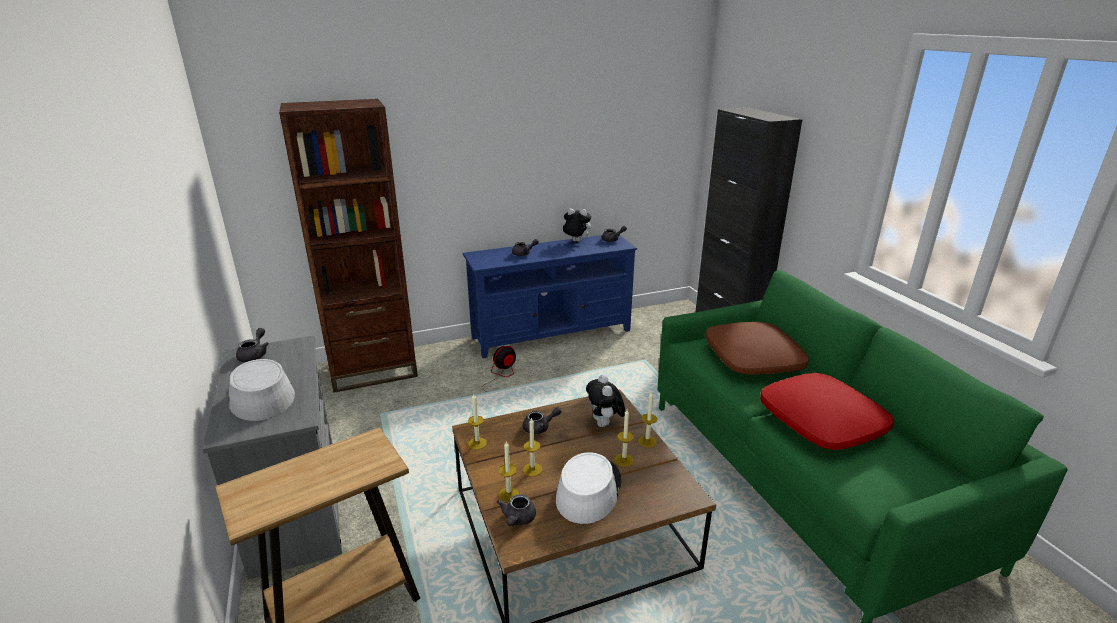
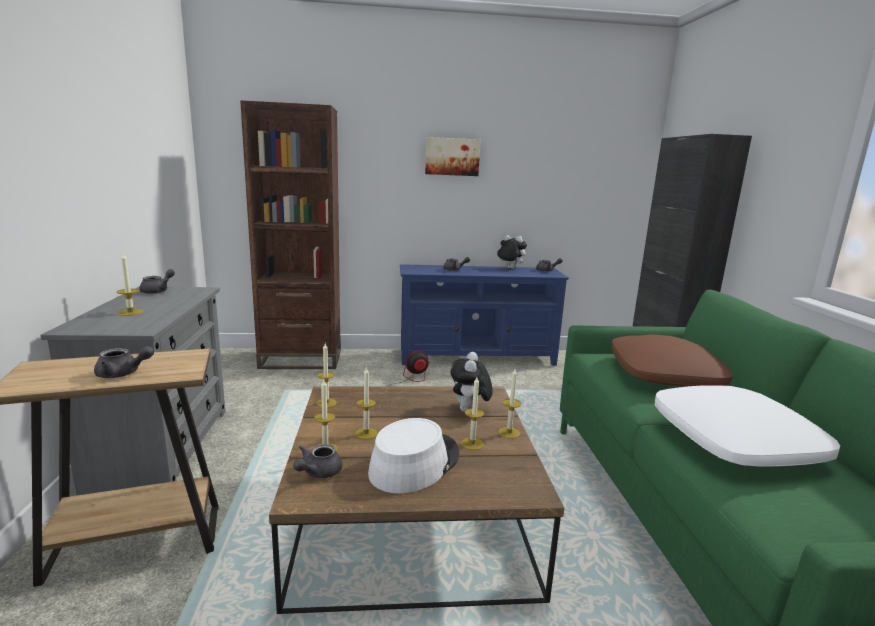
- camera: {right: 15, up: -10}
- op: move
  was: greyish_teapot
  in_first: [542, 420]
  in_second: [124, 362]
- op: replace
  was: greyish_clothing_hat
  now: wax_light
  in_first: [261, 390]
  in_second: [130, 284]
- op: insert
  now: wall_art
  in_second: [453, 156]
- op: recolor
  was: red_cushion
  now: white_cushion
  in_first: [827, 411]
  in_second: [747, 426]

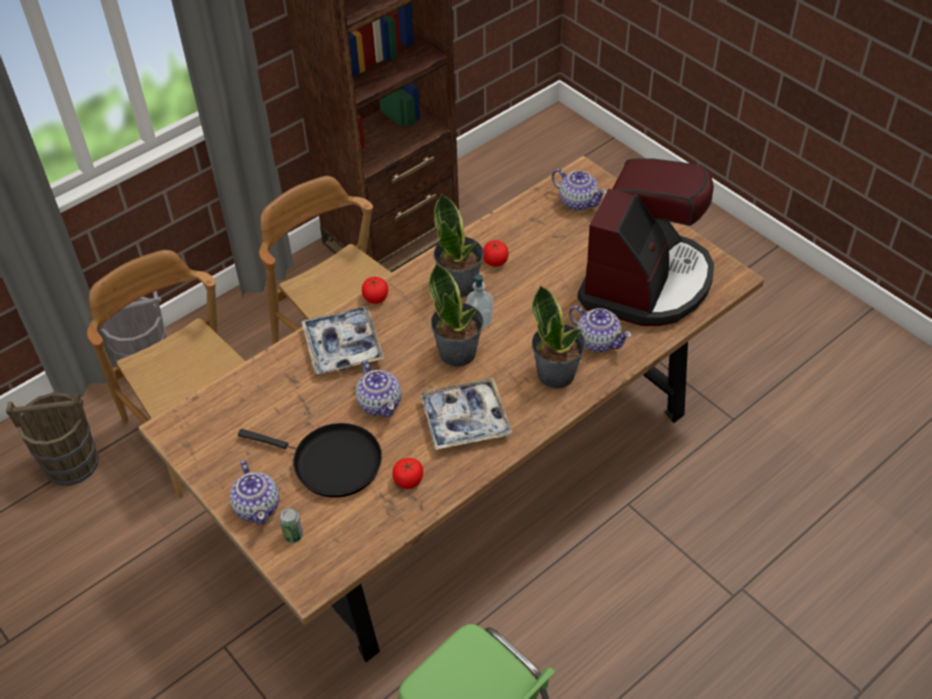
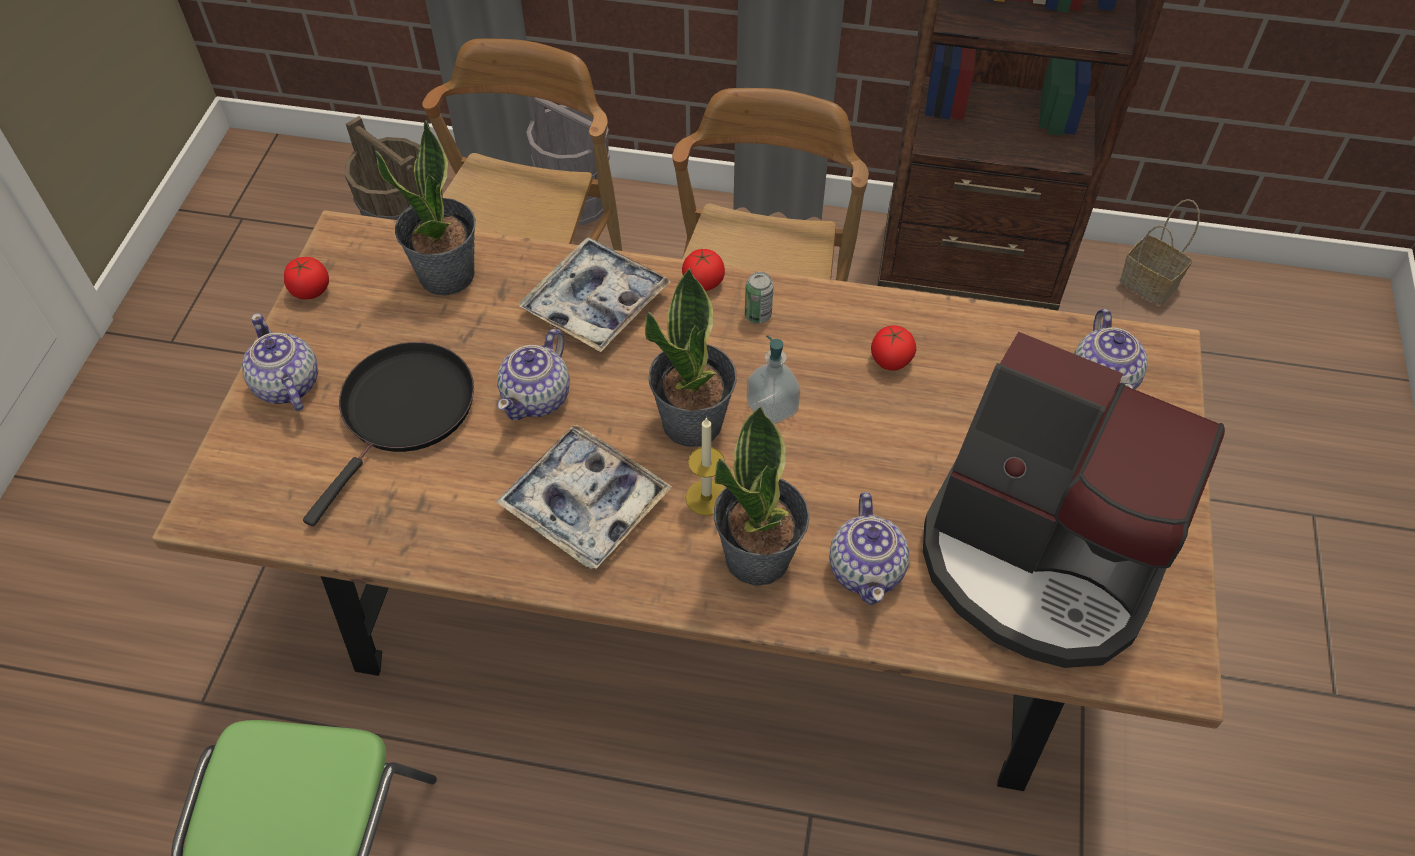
- camera: {right: 50, up: 5}
- op: rotate
  was: teapot
  in_first: [255, 492]
  in_second: [280, 362]
  clockwise: 120
- op: move
  was: fresh_tomato
  in_first: [407, 473]
  in_second: [306, 278]
- op: rotate
  was: black-coloured_frying_pan
  in_first: [310, 460]
  in_second: [388, 434]
  clockwise: -135
- op: move
  was: plant_in_a_pot
  in_first: [458, 245]
  in_second: [425, 208]
- op: insert
  now: wax_light
  in_second: [705, 466]
- op: move
  was: sealed_can
  in_first: [291, 525]
  in_second: [759, 297]
- op: rotate
  was: coffee_maker
  in_first: [646, 242]
  in_second: [1074, 500]
  clockwise: 45
- op: insert
  now: household_basket
  in_second: [1160, 252]

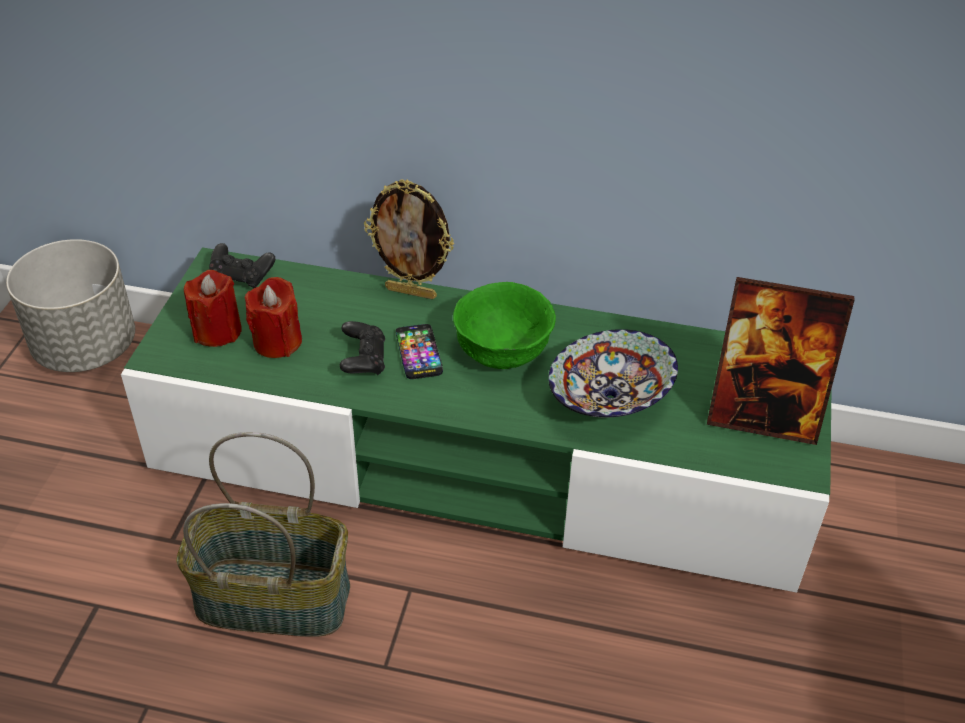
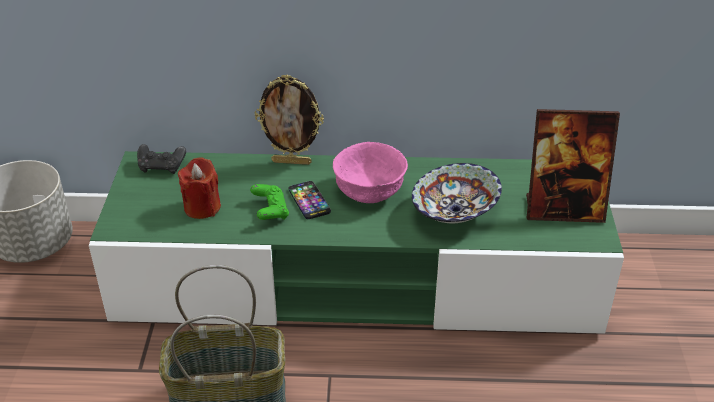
- camera: {right: -10, up: -5}
- op: recolor
  was: black-coloured_game_controller
  now: green-coloured_game_controller
  in_first: [362, 348]
  in_second: [269, 202]
- op: recolor
  was: green-coloured_bowl
  now: pink_bowl
  in_first: [504, 325]
  in_second: [370, 172]
- op: delete
  was: red_wax_light
  in_first: [213, 308]

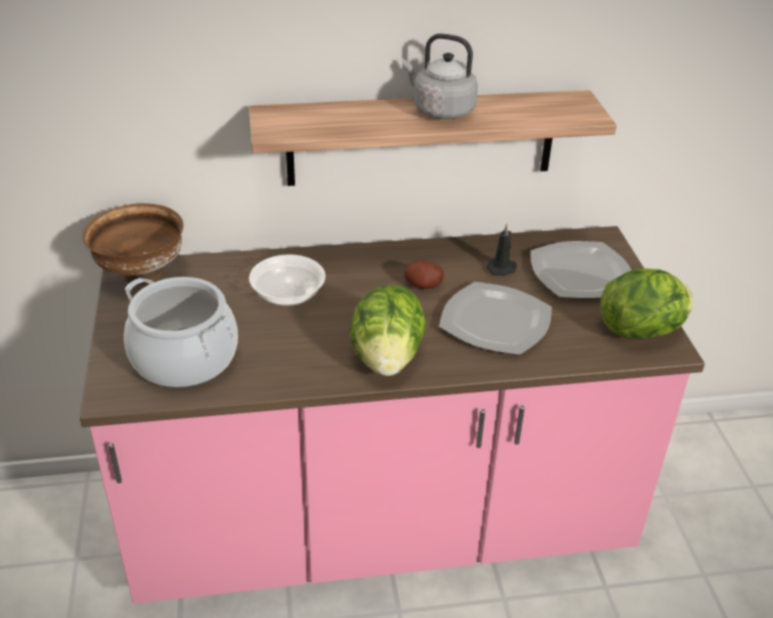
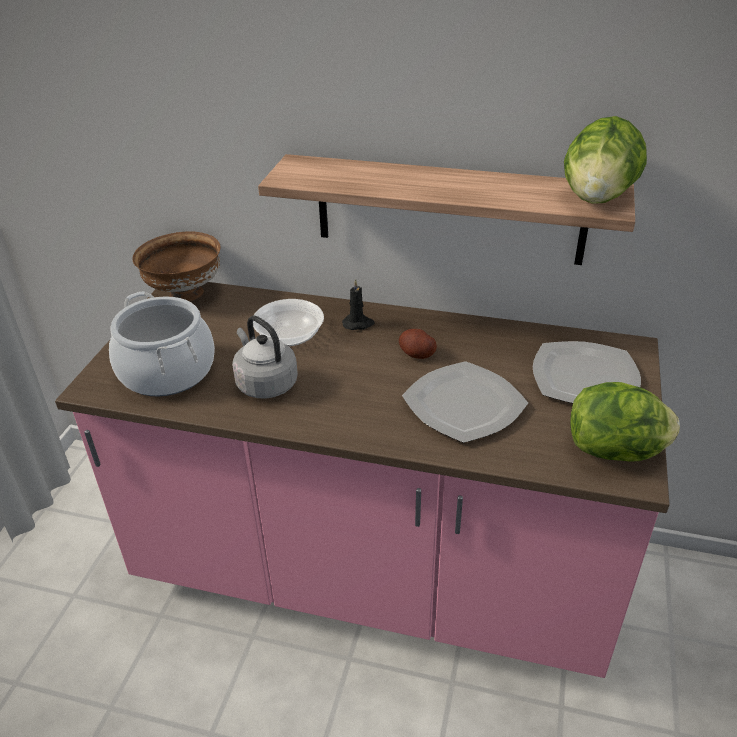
- camera: {right: 25, up: 0}
- op: move
  was: greyish_kettle
  in_first: [440, 76]
  in_second: [265, 357]
- op: move
  was: black-coloured_wax_light
  in_first: [501, 250]
  in_second: [358, 304]
- op: move
  was: head_of_lettuce
  in_first: [388, 330]
  in_second: [605, 160]

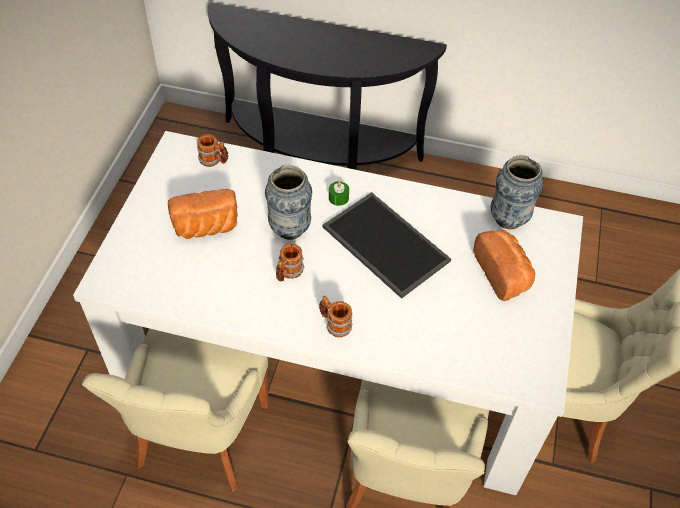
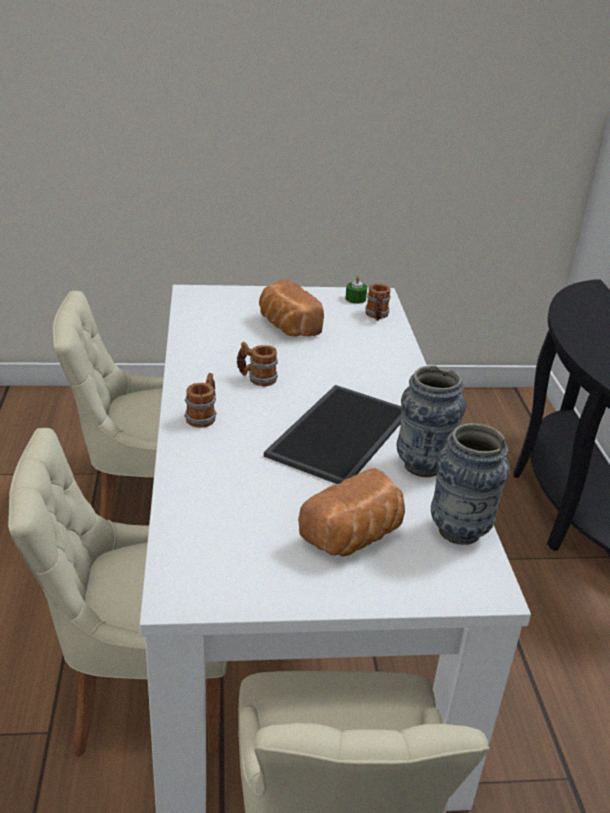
- camera: {right: 70, up: -20}
- op: move
  was: green-coloured_wax_light
  in_first: [339, 193]
  in_second: [356, 290]
- op: move
  was: vase
  in_first: [288, 202]
  in_second: [431, 421]

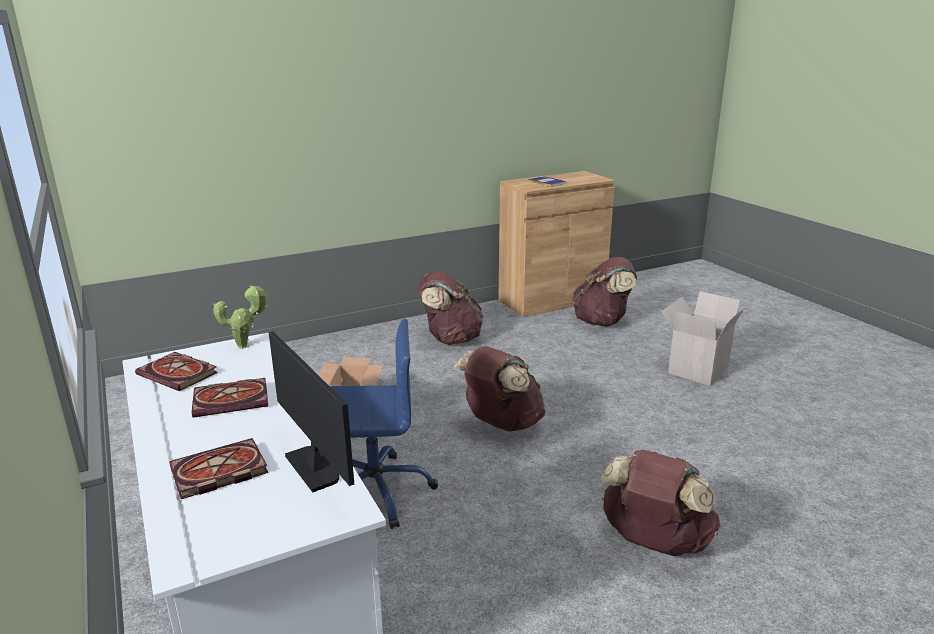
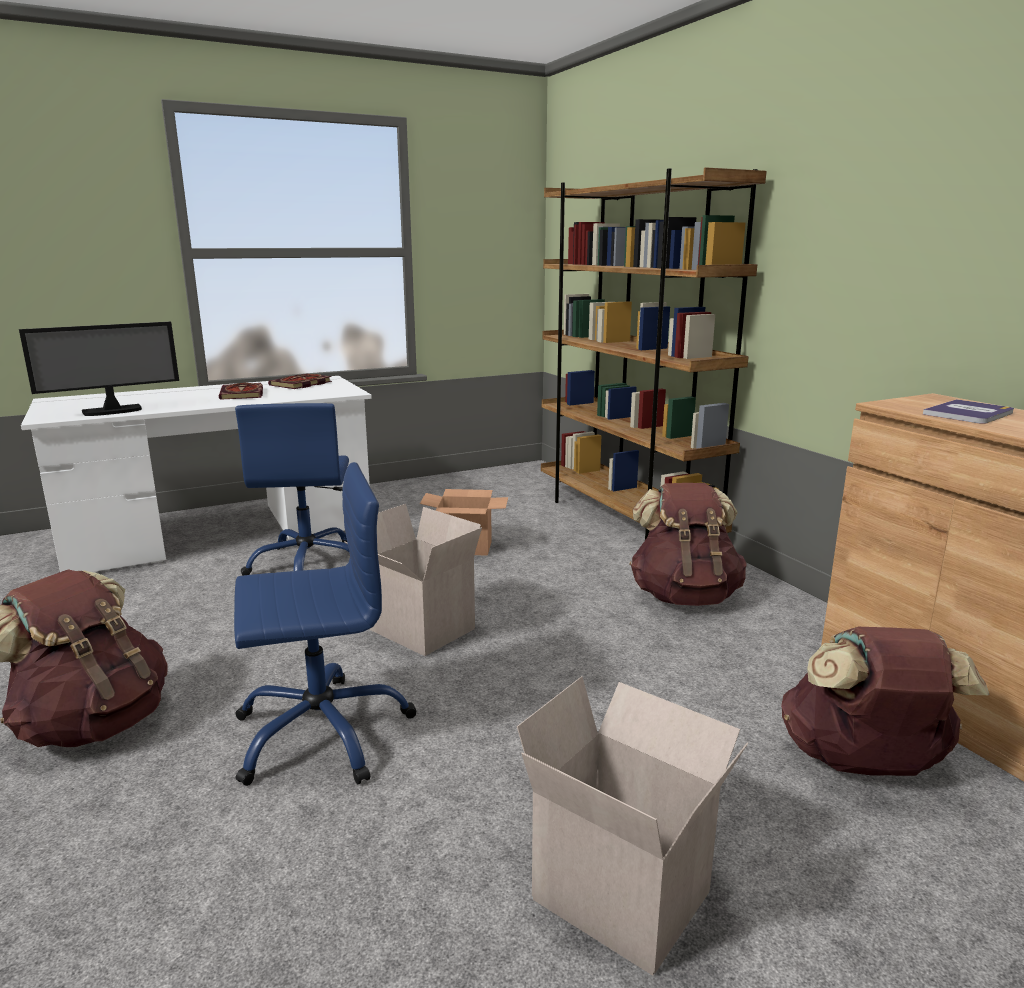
- camera: {right: 90, up: -5}
- op: insert
  now: bluish_desk_chair
  in_second: [325, 624]
- op: replace
  was: brown-coloured_knapsack
  now: packing_box
  in_first: [499, 388]
  in_second: [413, 580]
- op: insert
  now: brown-coloured_shelving_unit
  in_second: [654, 353]
- op: delete
  was: bound_book
  in_first: [218, 468]
- op: delete
  was: plant_in_a_pot
  in_first: [240, 317]

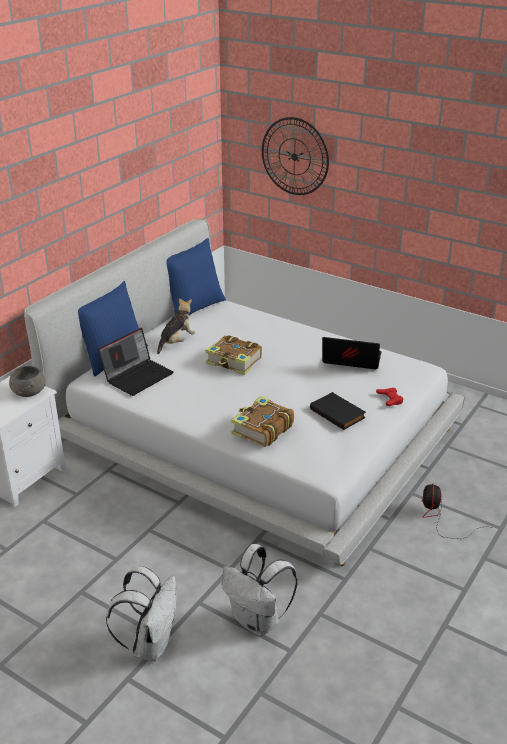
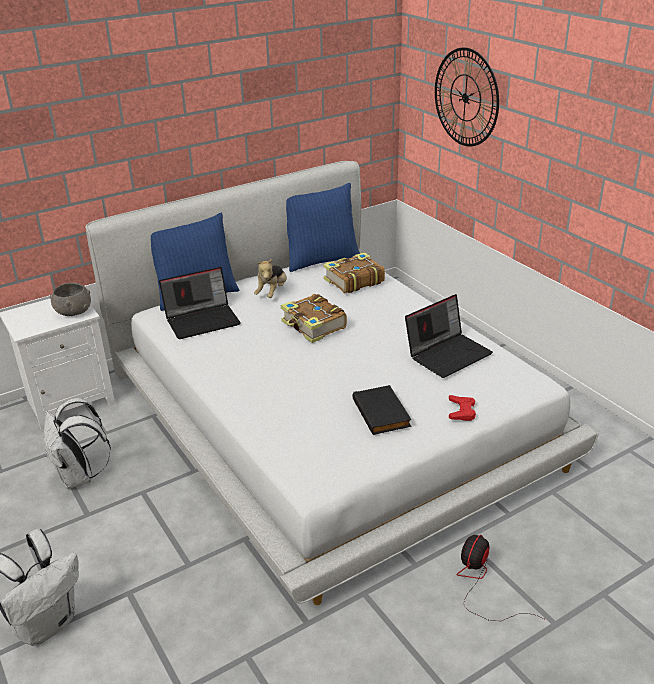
- camera: {right: 25, up: 0}
- op: move
  was: white_knapsack
  in_first: [260, 590]
  in_second: [77, 443]
- op: rotate
  was: plush_toy
  in_first: [176, 326]
  in_second: [270, 278]
  clockwise: 135
- op: move
  was: bound_book
  in_first: [262, 421]
  in_second: [354, 272]
- op: rotate
  was: laptop
  in_first: [351, 353]
  in_second: [449, 336]
  clockwise: 105

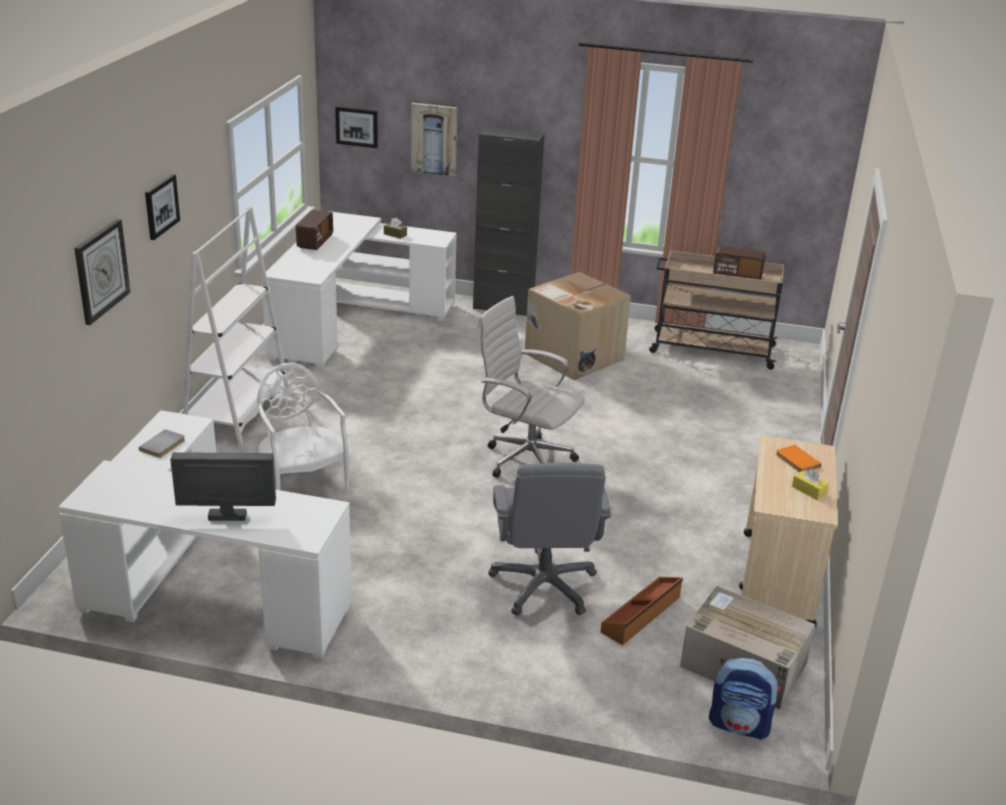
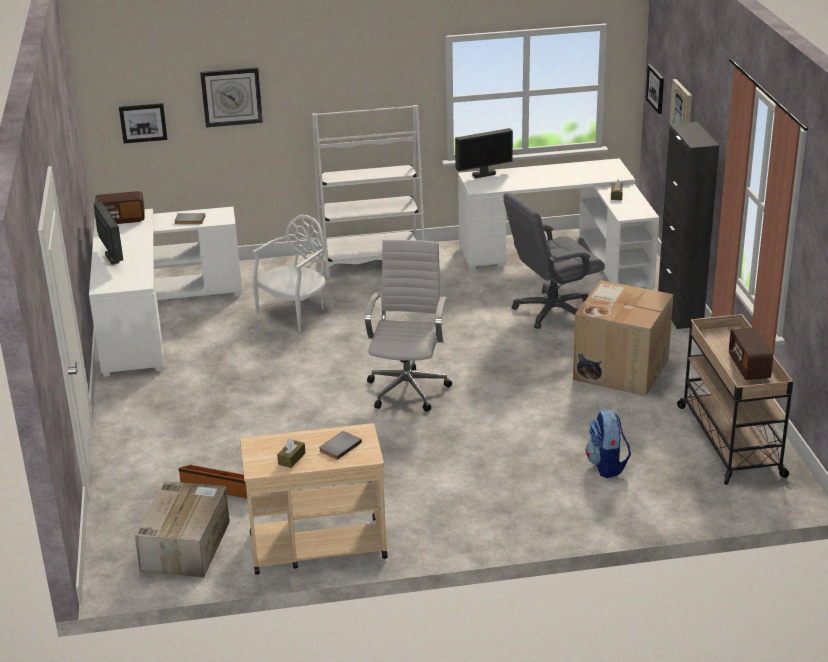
- camera: {right: 70, up: 0}
- op: move
  was: radio_set
  in_first: [314, 230]
  in_second: [120, 207]
- op: move
  was: wall_art
  in_first: [162, 207]
  in_second: [143, 123]
- op: recolor
  was: yellowish_tissue_box
  now: brown-coloured_tissue_box
  in_first: [810, 484]
  in_second: [291, 453]
- op: recolor
  was: orangey_bound_book
  now: greyish_bound_book
  in_first: [798, 458]
  in_second: [340, 445]
- op: insert
  now: computer_screen
  in_second: [484, 153]
- op: move
  was: greyish_desk_chair
  in_first: [549, 539]
  in_second: [554, 261]
- op: move
  was: knapsack
  in_first: [744, 699]
  in_second: [608, 443]

